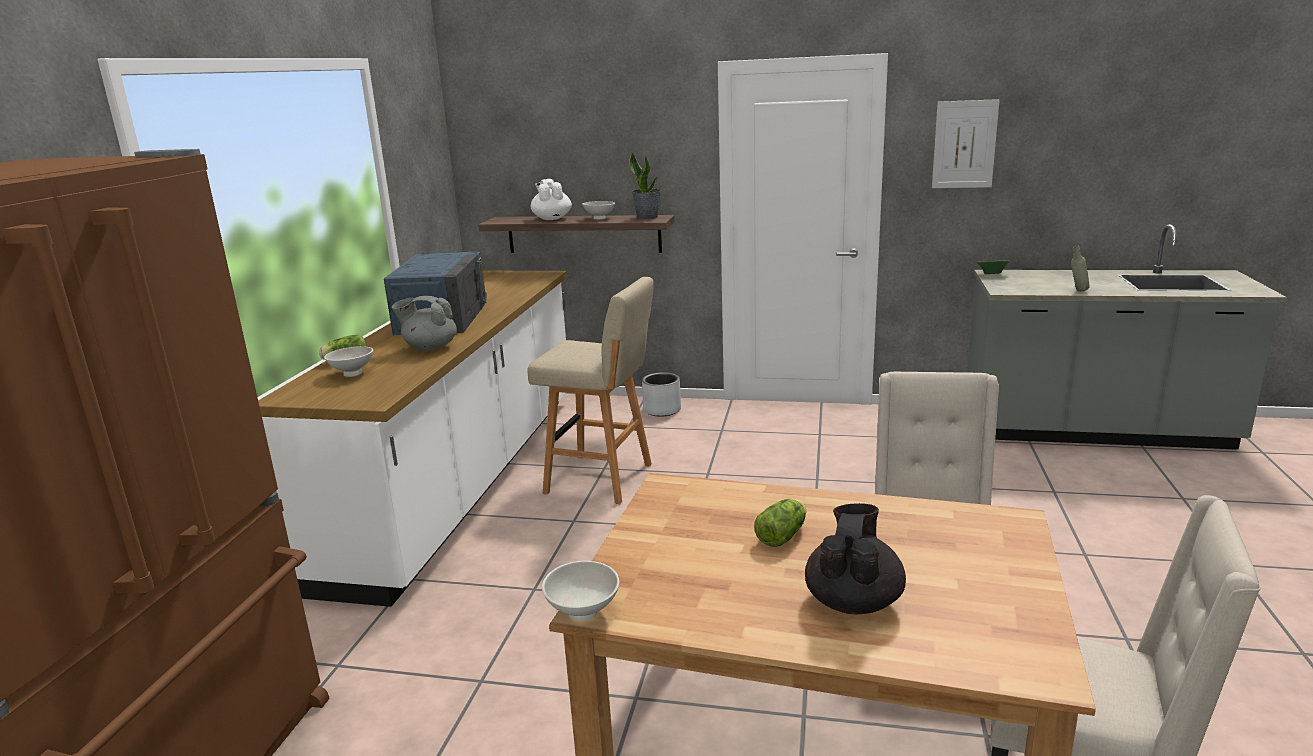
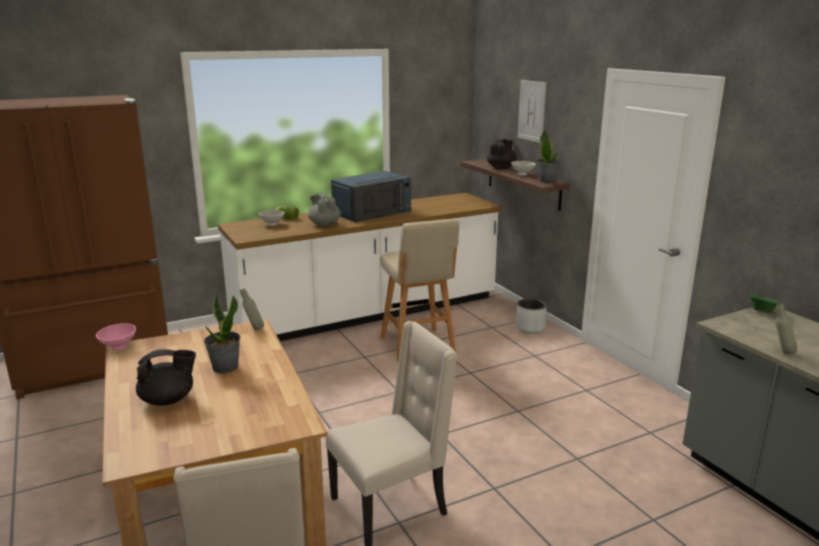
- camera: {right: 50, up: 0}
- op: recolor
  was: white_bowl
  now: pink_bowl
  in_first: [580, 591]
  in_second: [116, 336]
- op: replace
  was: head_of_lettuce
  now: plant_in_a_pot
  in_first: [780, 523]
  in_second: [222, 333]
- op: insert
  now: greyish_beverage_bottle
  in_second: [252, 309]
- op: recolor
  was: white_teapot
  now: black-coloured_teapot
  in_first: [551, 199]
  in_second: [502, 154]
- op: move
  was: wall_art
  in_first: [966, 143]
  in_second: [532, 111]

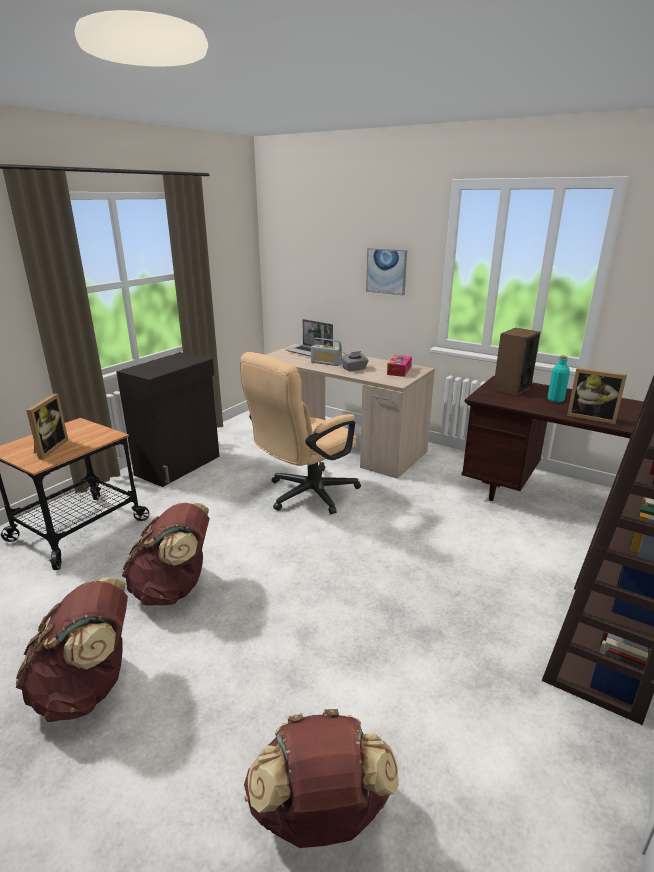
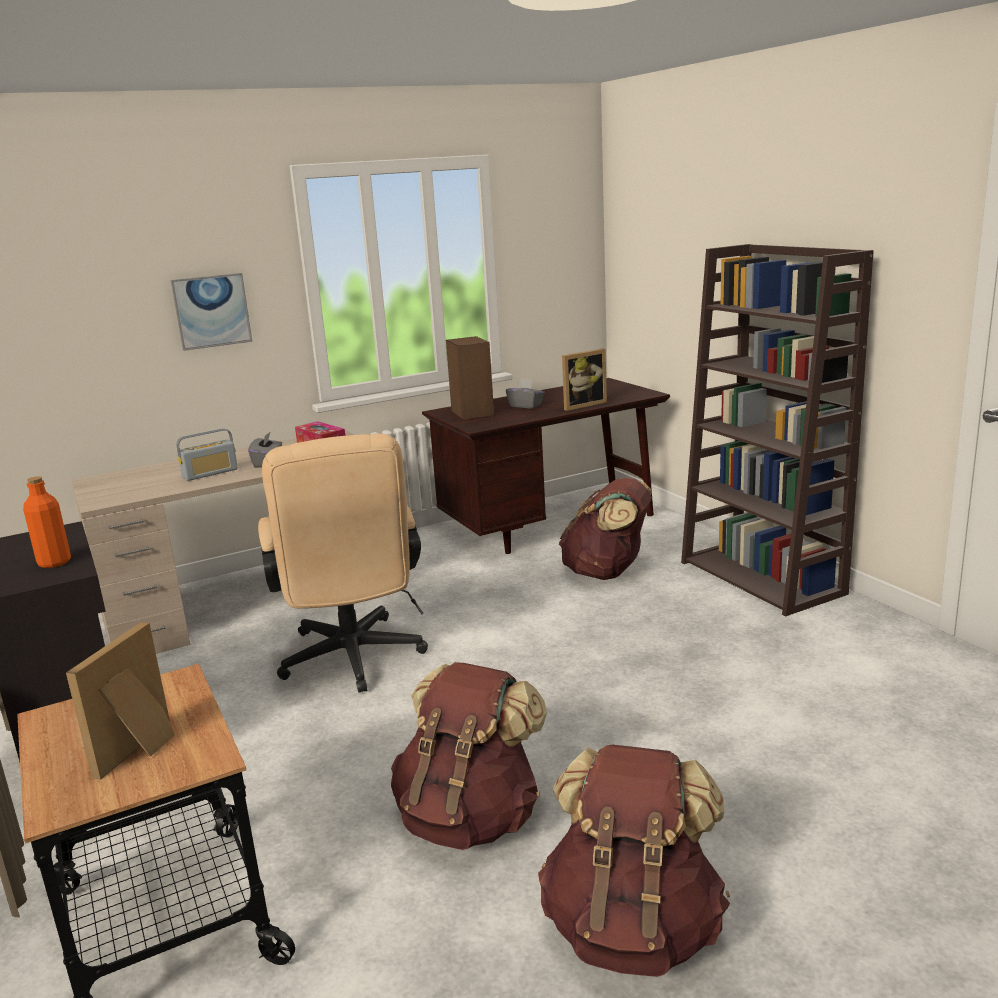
- camera: {right: -60, up: -5}
- op: insert
  now: orangey_beverage_bottle
  in_second: [47, 522]
- op: rotate
  was: photo_frame
  in_first: [47, 426]
  in_second: [120, 701]
  clockwise: -105
- op: replace
  was: turquoise_beverage_bottle
  now: greyish_tissue_box
  in_first: [558, 379]
  in_second: [525, 394]
- op: move
  was: brown-coloured_knapsack
  in_first: [321, 778]
  in_second: [605, 529]
- op: delete
  was: laptop
  in_first: [309, 337]

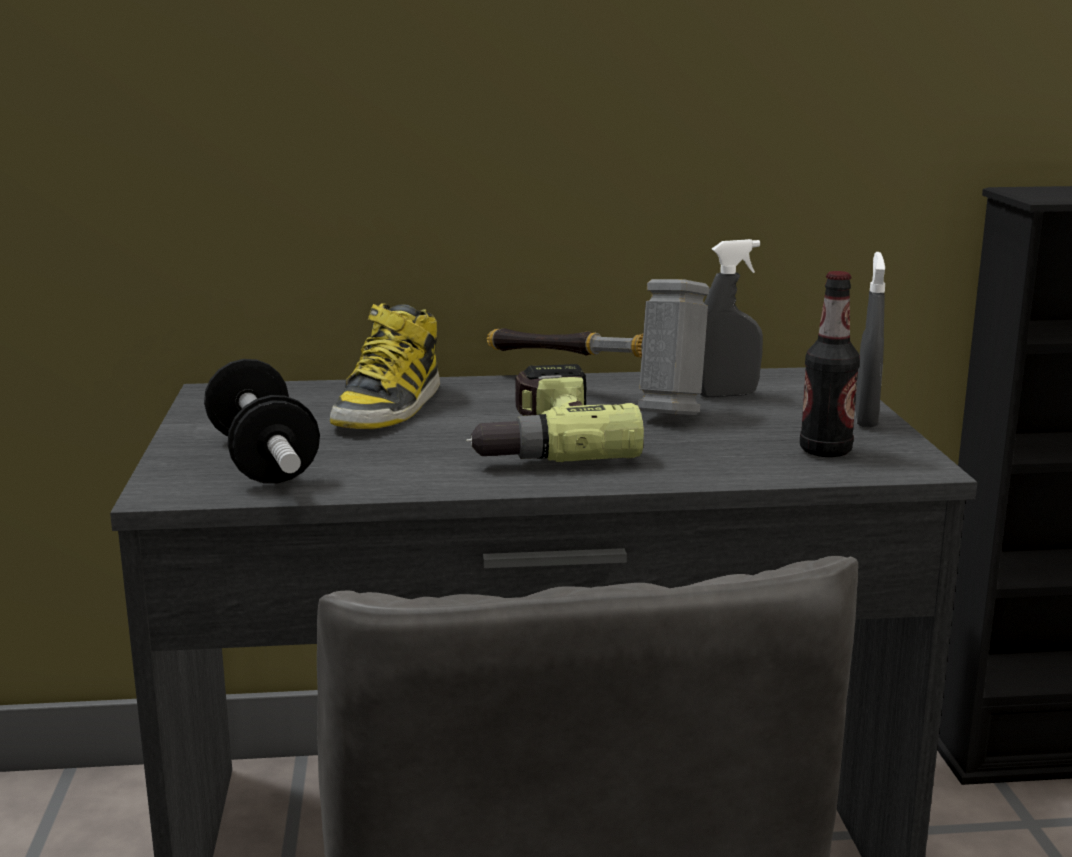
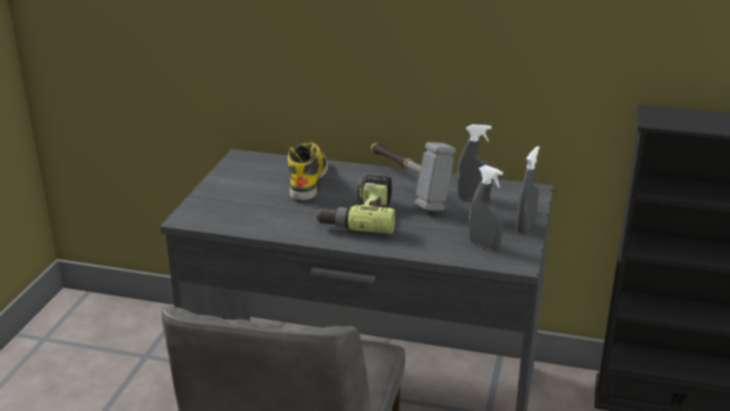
- camera: {right: 20, up: 10}
- op: rotate
  was: boot
  in_first: [385, 366]
  in_second: [308, 171]
  clockwise: 150
- op: replace
  was: beverage_bottle
  now: greyish_hand_sprayer
  in_first: [830, 364]
  in_second: [486, 207]
- op: delete
  was: hand_weight
  in_first: [262, 421]

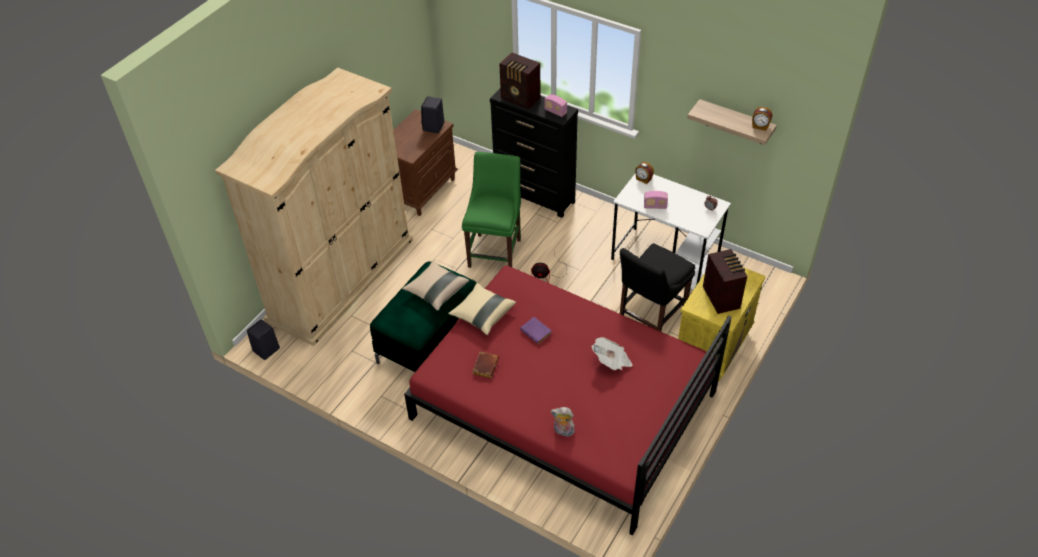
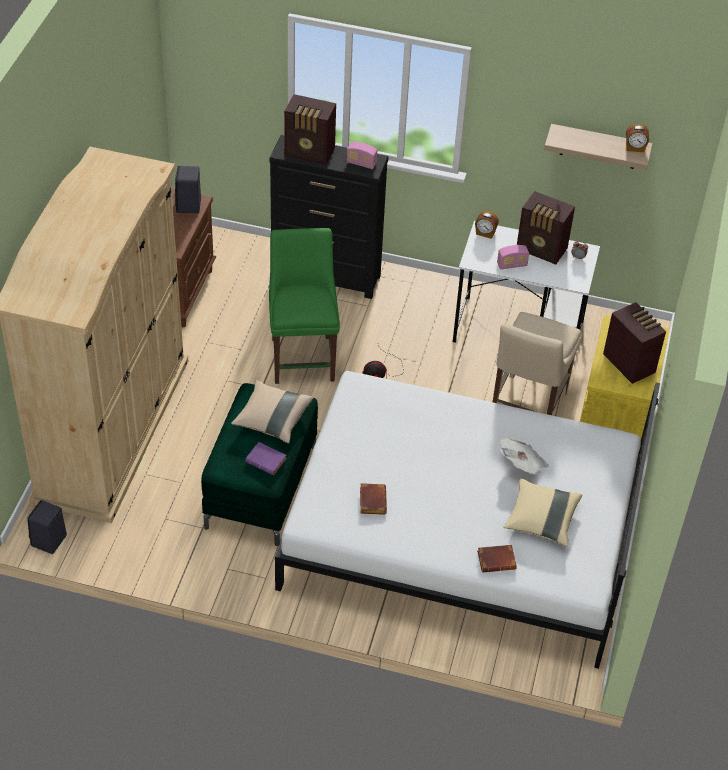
- camera: {right: -20, up: 0}
- op: move
  was: purplish_bound_book
  in_first: [536, 330]
  in_second: [266, 458]
- op: recolor
  was: red_bedroom_bed
  now: white_bedroom_bed
  in_first: [568, 400]
  in_second: [467, 520]
- op: replace
  was: plush_toy
  now: brown-coloured_bound_book
  in_first: [563, 421]
  in_second: [497, 559]
- op: recolor
  was: black-coloured_plain_chair
  now: beige-coloured_plain_chair
  in_first: [657, 288]
  in_second: [537, 363]
- op: move
  was: beige-coloured_cushion
  in_first: [482, 309]
  in_second: [543, 512]
- op: insert
  now: radio_set
  in_second: [546, 228]

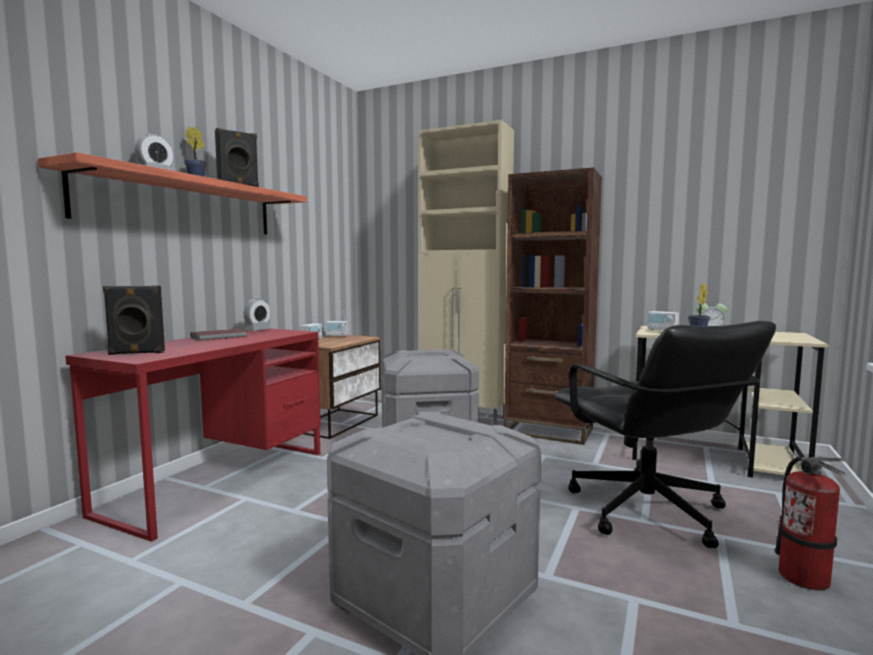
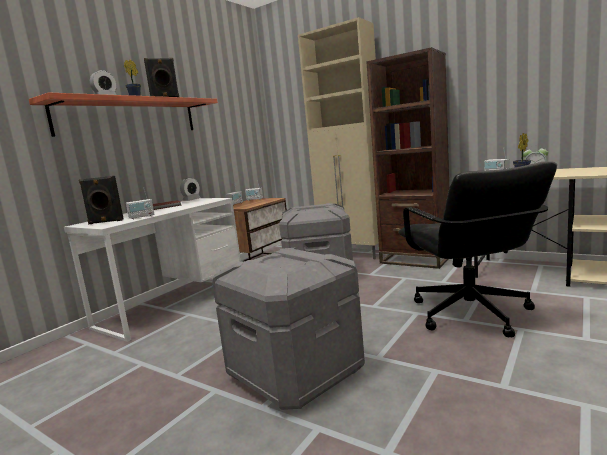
- camera: {right: 10, up: 5}
- op: recolor
  was: red_desk
  now: white_desk
  in_first: [193, 435]
  in_second: [152, 270]
- op: insert
  now: radio_set
  in_second: [140, 203]
- op: delete
  was: extinguisher
  in_first: [810, 524]

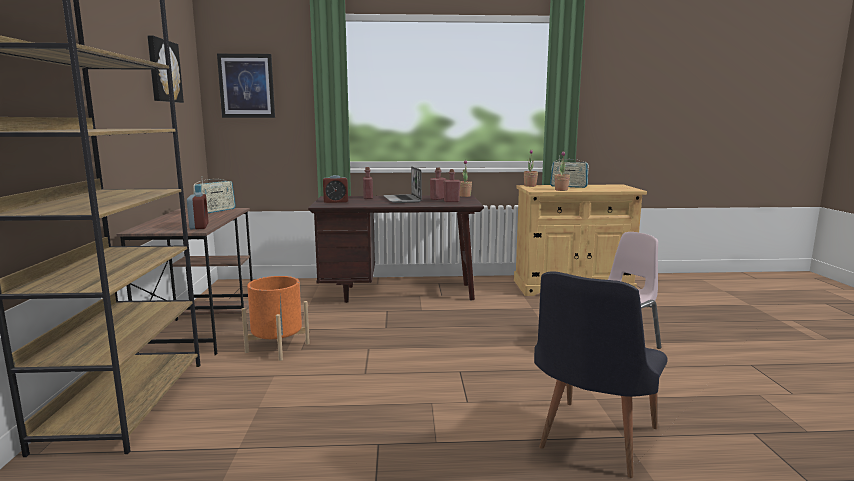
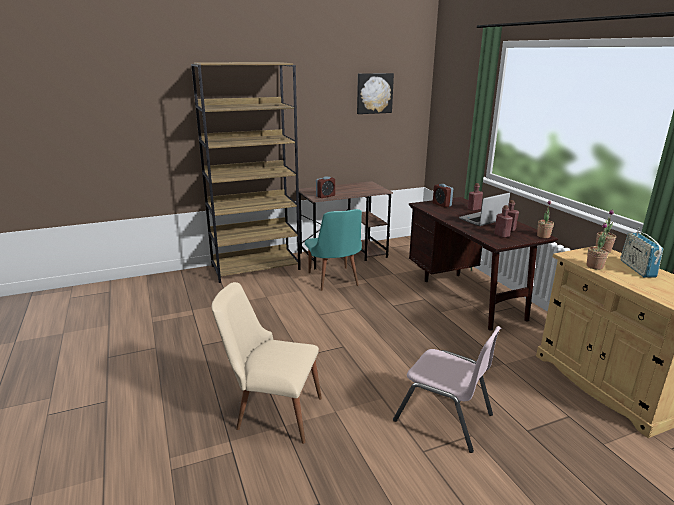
- camera: {right: 70, up: 10}
- op: recolor
  was: black-coloured_plain_chair
  now: beige-coloured_plain_chair
  in_first: [601, 374]
  in_second: [267, 363]
- op: replace
  was: orangey_plant_pot
  now: turquoise_plain_chair
  in_first: [276, 318]
  in_second: [333, 250]
- op: delete
  was: radio_set
  in_first: [214, 195]
- op: delete
  was: wall_art
  in_first: [246, 86]

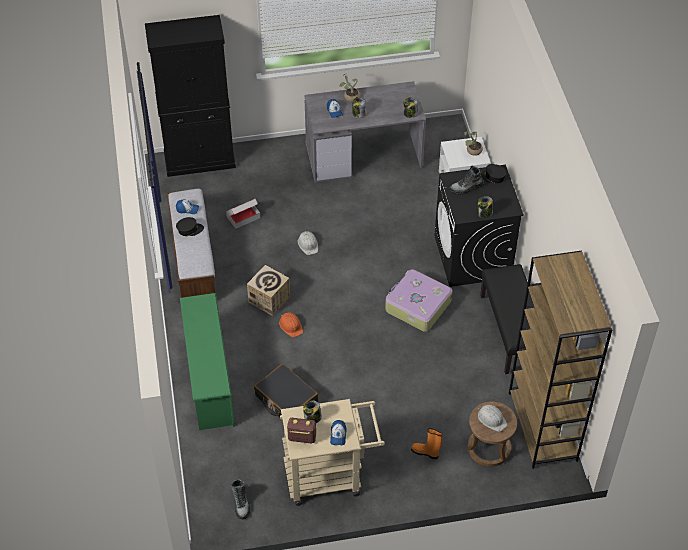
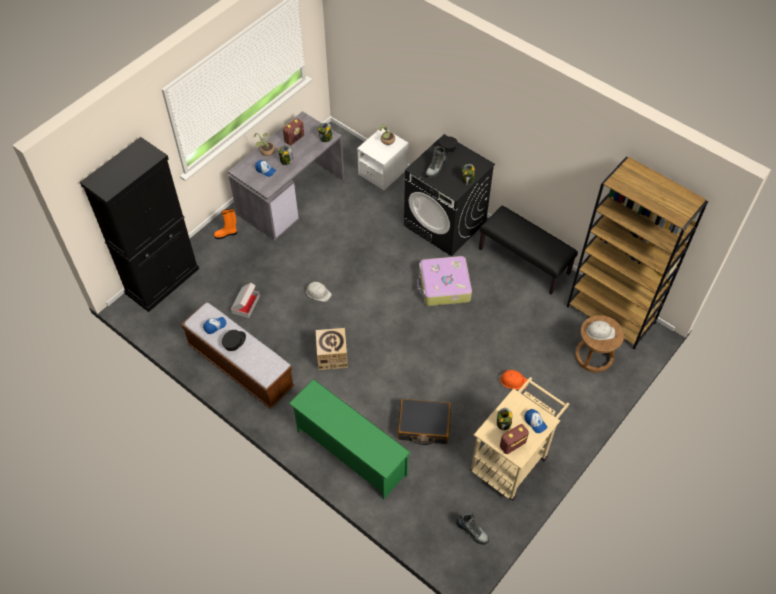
- camera: {right: -40, up: 5}
- op: move
  was: orangey_boot
  in_first: [426, 443]
  in_second: [225, 224]
- op: insert
  now: radio_set
  in_second: [293, 132]
- op: move
  was: orangey_work_helmet
  in_first: [291, 324]
  in_second: [513, 380]

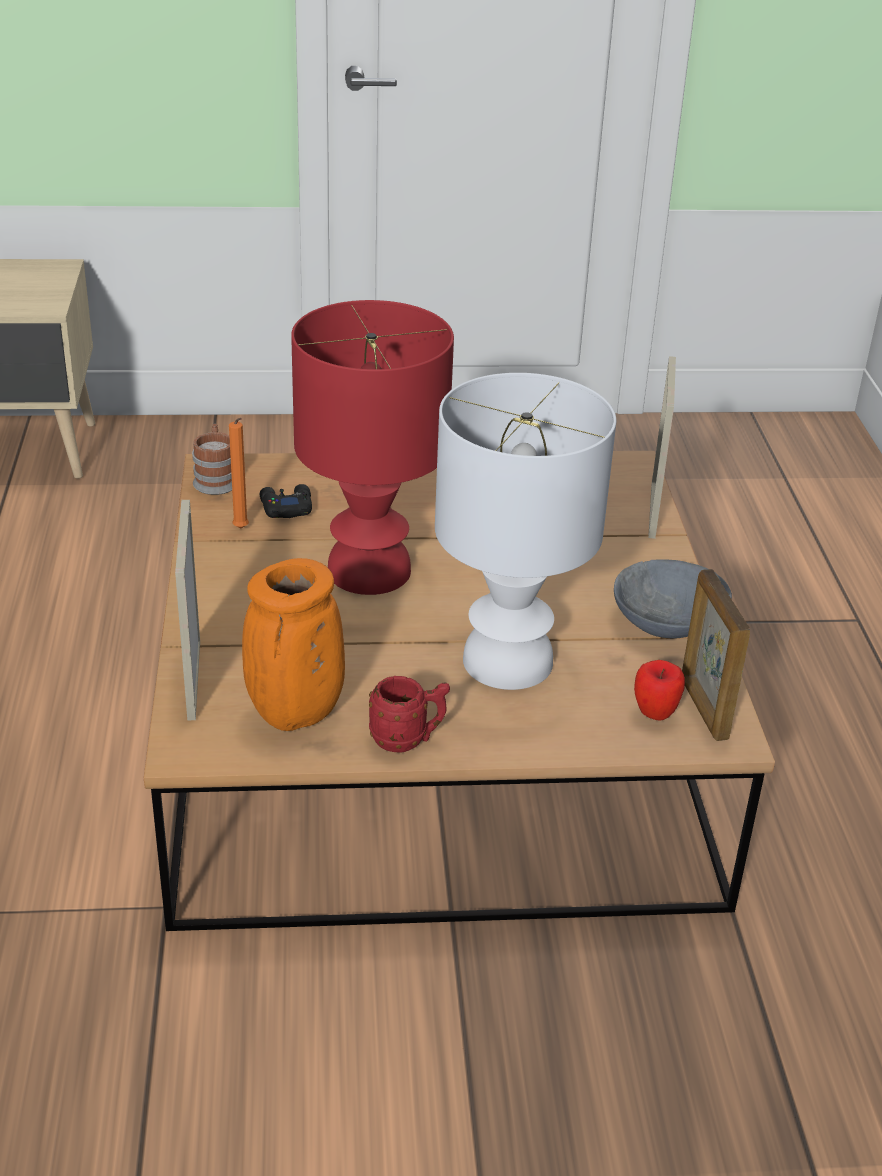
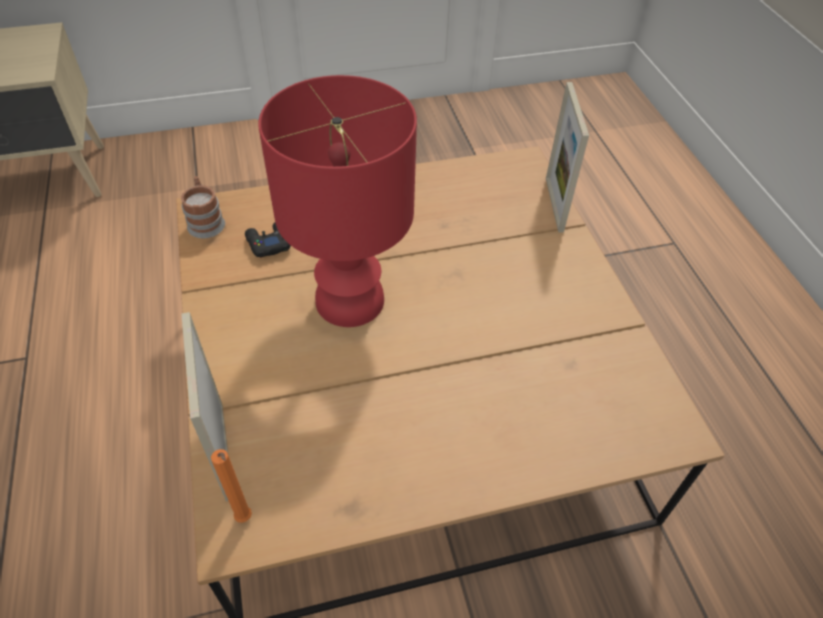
- camera: {right: -10, up: 15}
- op: move
  was: orangey_wax_light
  in_first: [239, 473]
  in_second: [231, 486]
- op: delete
  was: orangey_vase
  in_first: [293, 644]
- op: delete
  was: red_tea_mug
  in_first: [409, 714]
- op: delete
  was: white_table_lamp
  in_first: [525, 531]
- op: delete
  was: greyish_bowl
  in_first: [673, 598]
- op: delete
  was: apple_fruit
  in_first: [659, 690]
- op: delete
  was: photo_frame
  in_first: [716, 655]

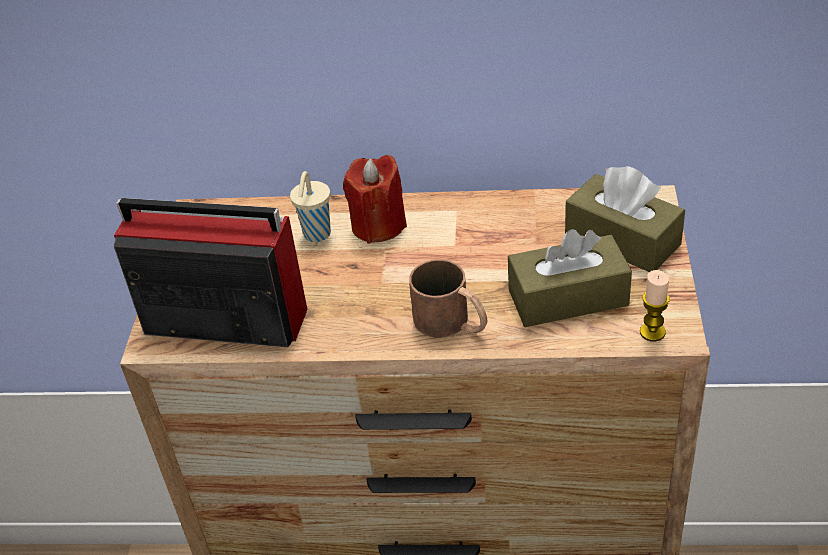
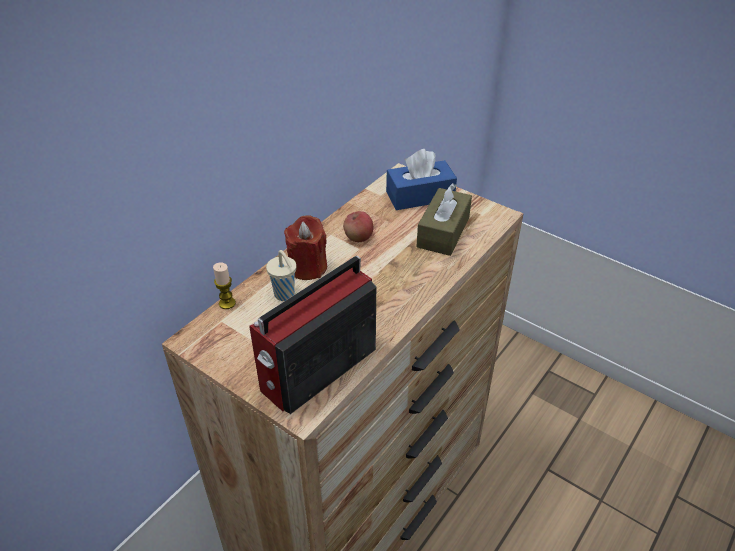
- camera: {right: -60, up: 0}
- op: move
  was: wax_light
  in_first: [655, 305]
  in_second: [224, 285]
- op: insert
  now: apple_fruit
  in_second: [358, 226]
- op: recolor
  was: brown-coloured_tissue_box
  now: bluish_tissue_box
  in_first: [625, 219]
  in_second: [421, 179]
- op: delete
  was: brown-coloured_tea_mug
  in_first: [448, 298]

